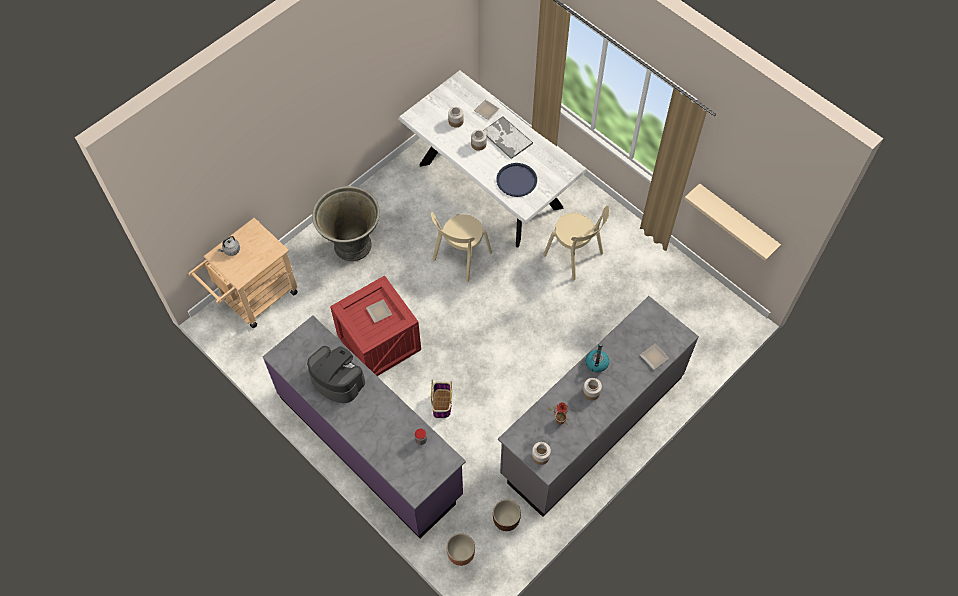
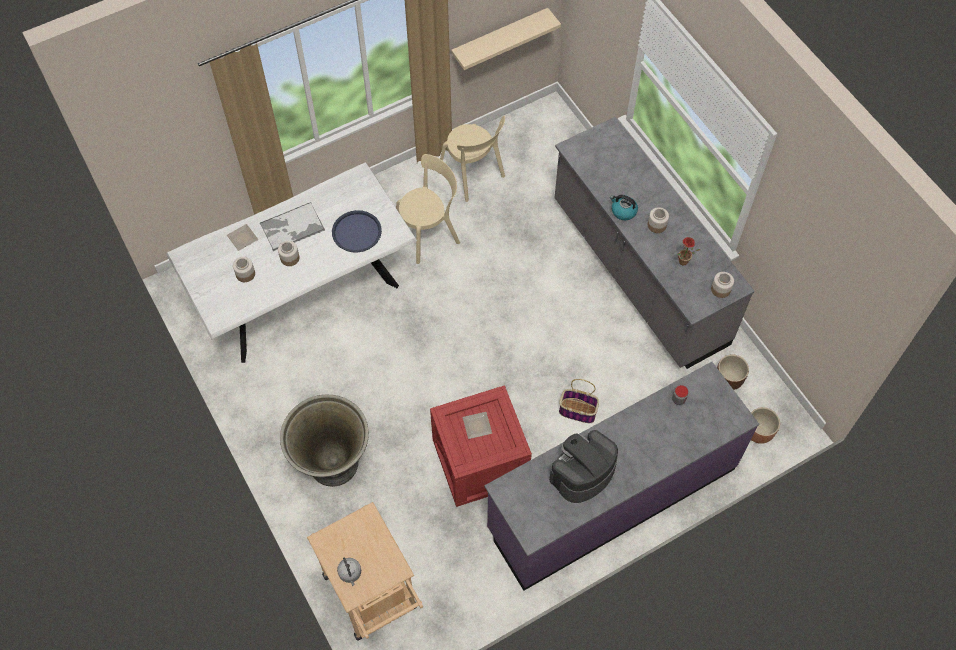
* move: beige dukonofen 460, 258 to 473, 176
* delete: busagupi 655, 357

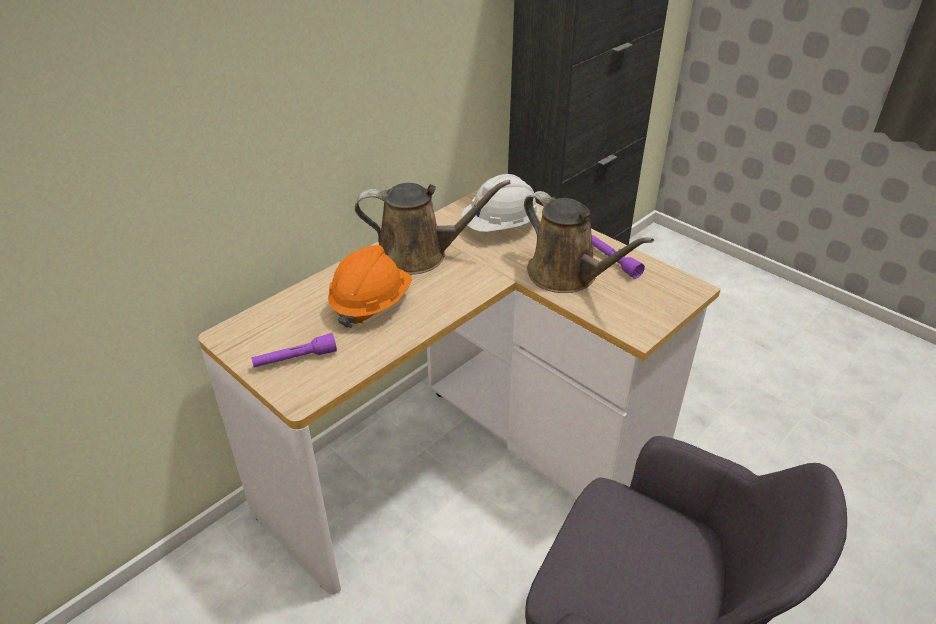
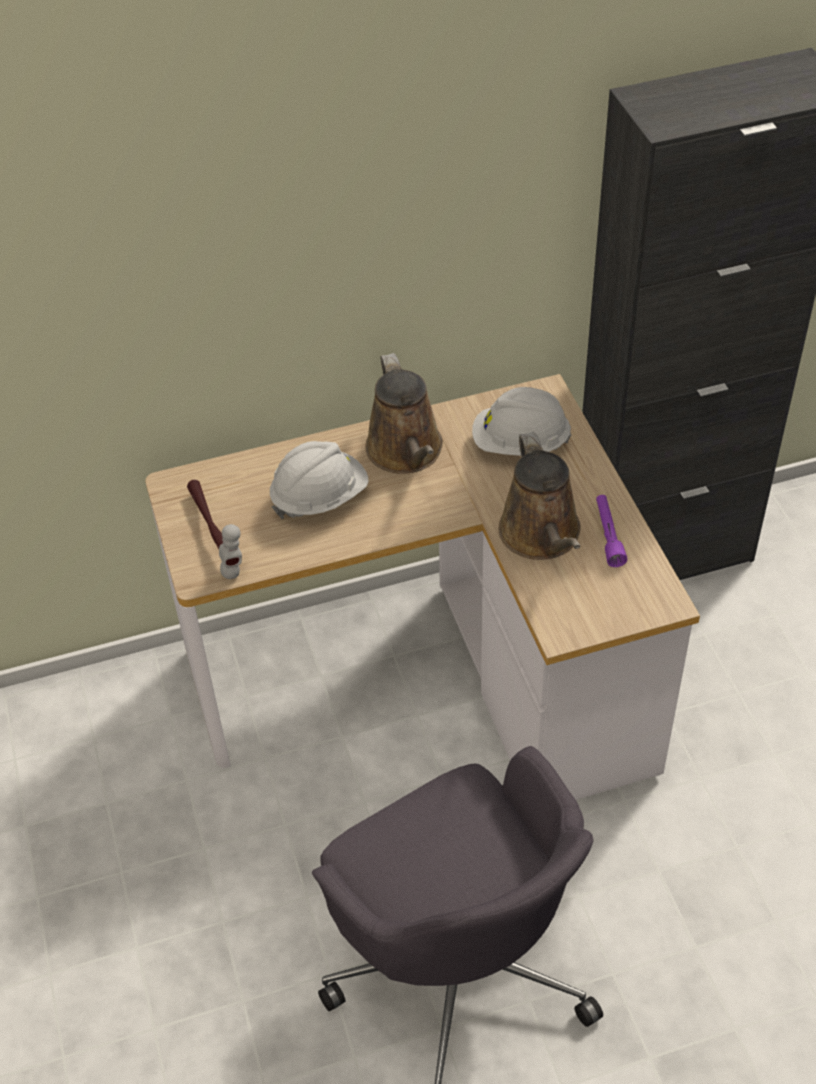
* replace: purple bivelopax 295, 359 to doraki 215, 534
* recolor: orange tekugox 371, 304 to white tekugox 319, 497
* rotate: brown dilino 419, 255 = 406, 452 45 degrees clockwise

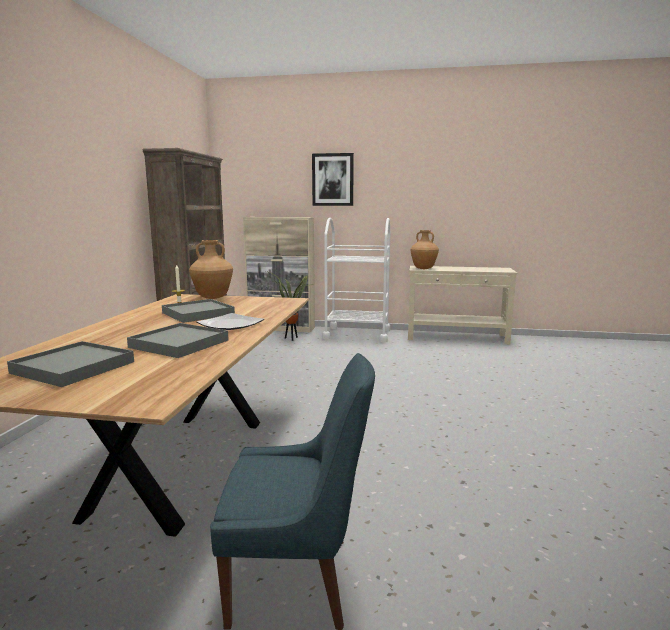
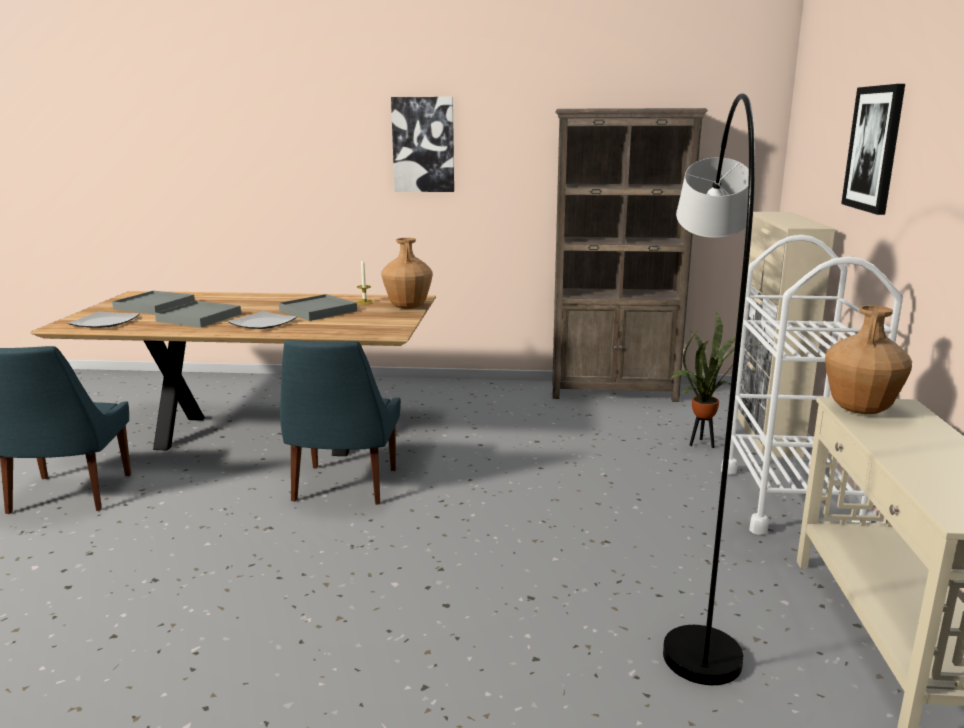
* insert: busagupi 105, 322
* insert: blue dukonofen 344, 487
* insert: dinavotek 423, 145
* insert: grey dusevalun 692, 577

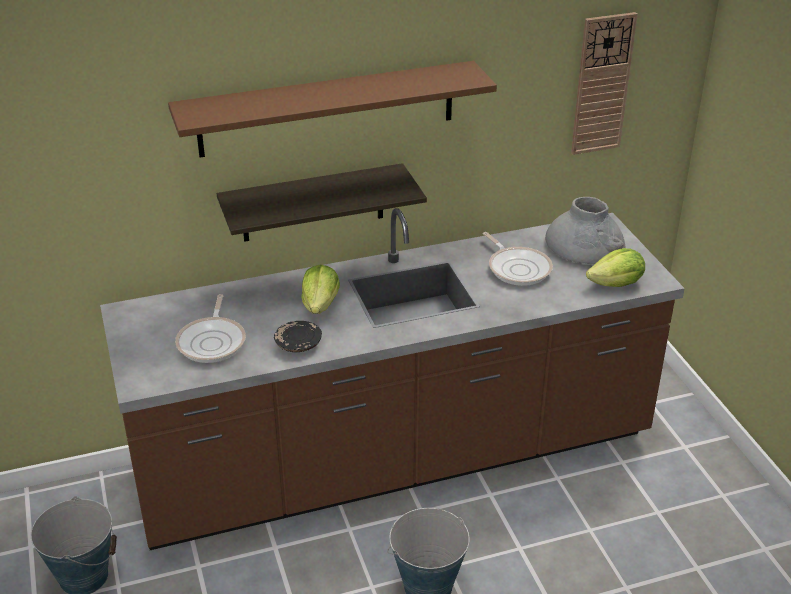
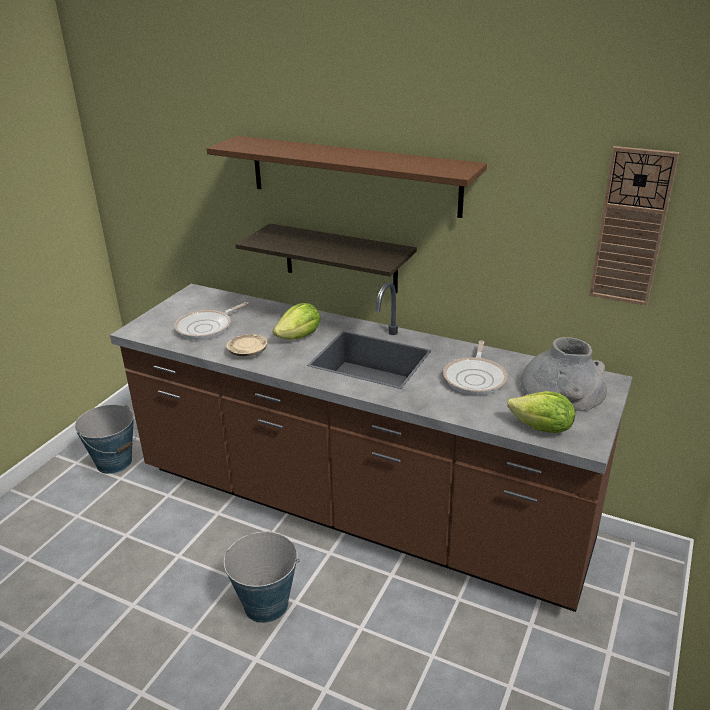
* recolor: black busagupi 298, 344 to beige busagupi 247, 352

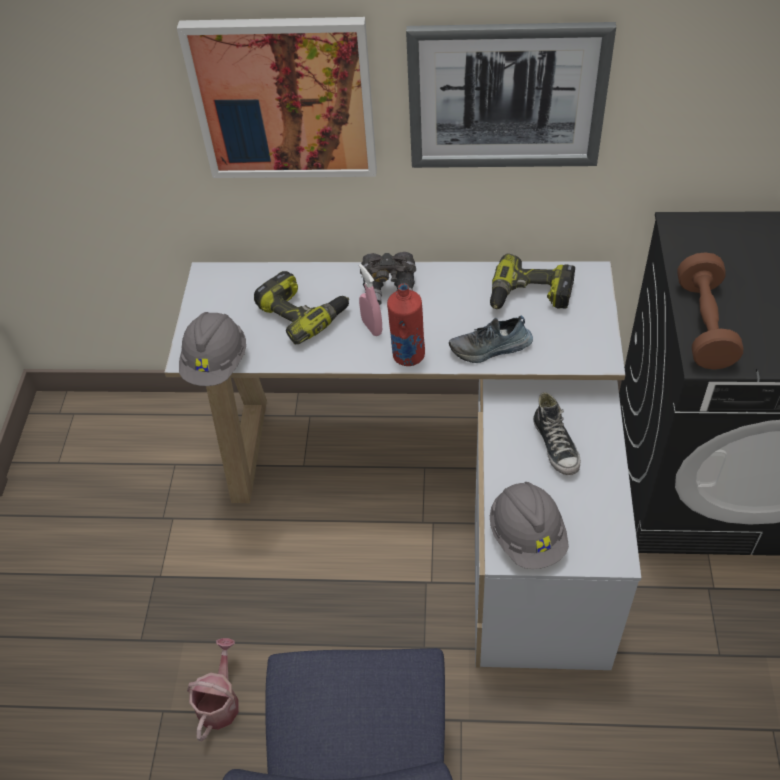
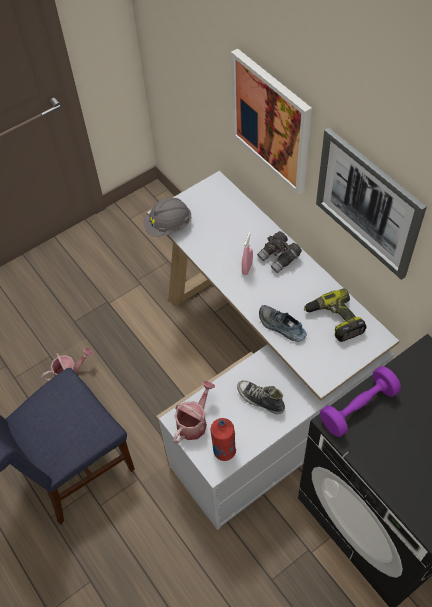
* replace: grey tekugox 527, 536 to dilino 194, 422
* move: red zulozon 408, 355 to 224, 450
* rotate: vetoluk 556, 446 = 260, 399 90 degrees clockwise
* recolor: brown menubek 704, 325 to purple menubek 358, 407
* delete: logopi 303, 313

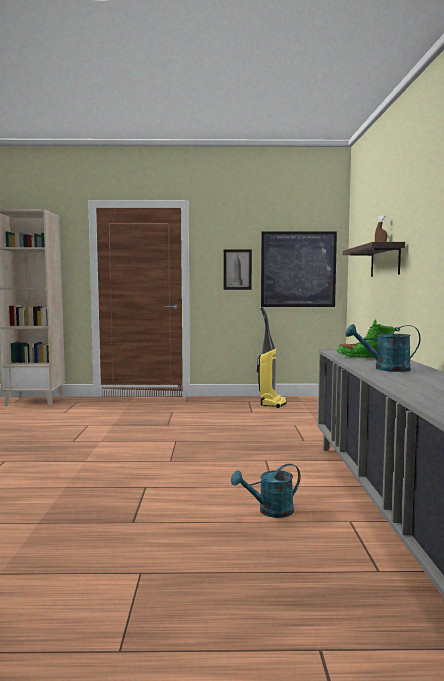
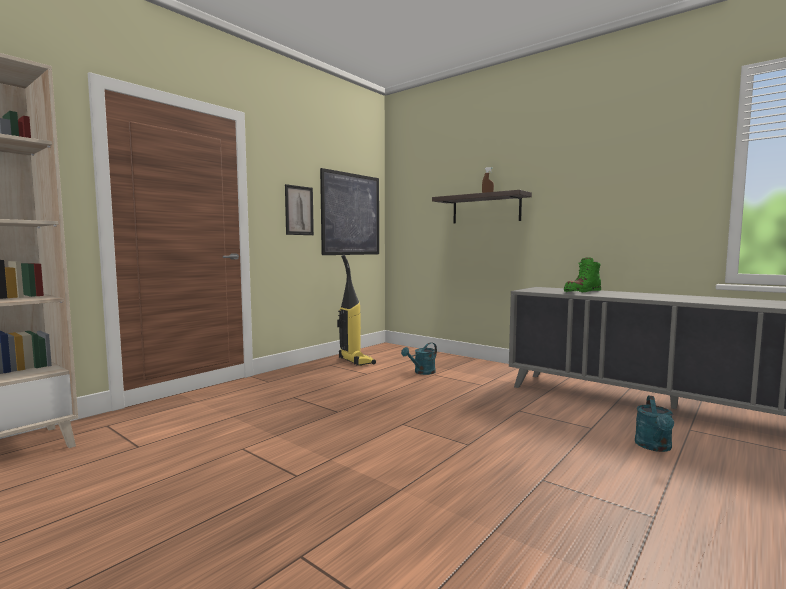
* move: turquoise dilino 385, 369 to 422, 372

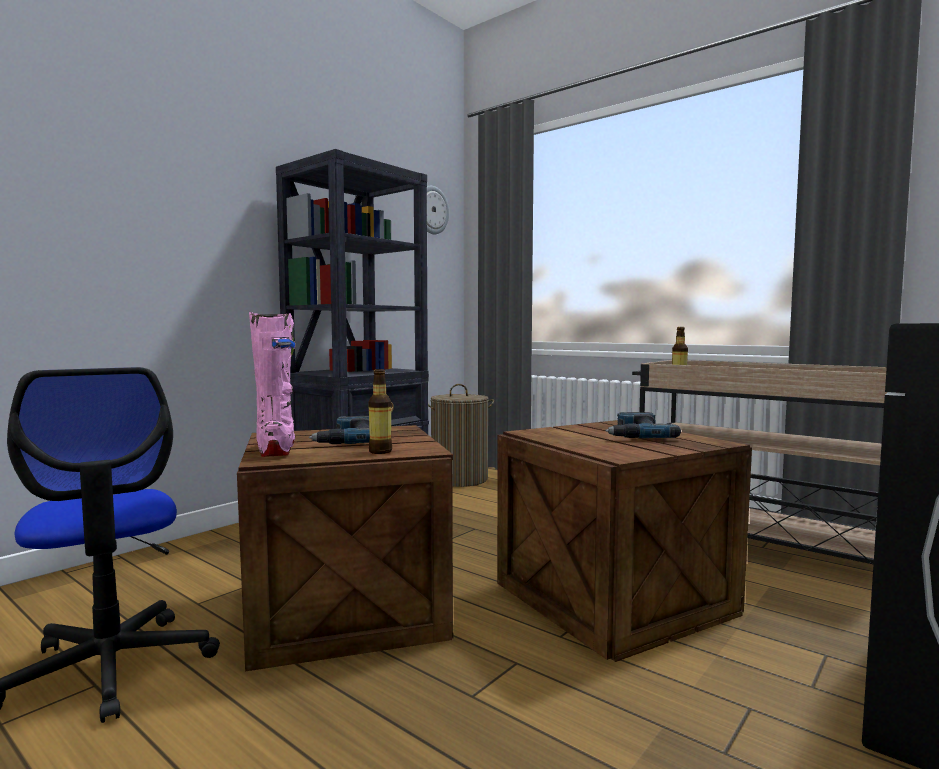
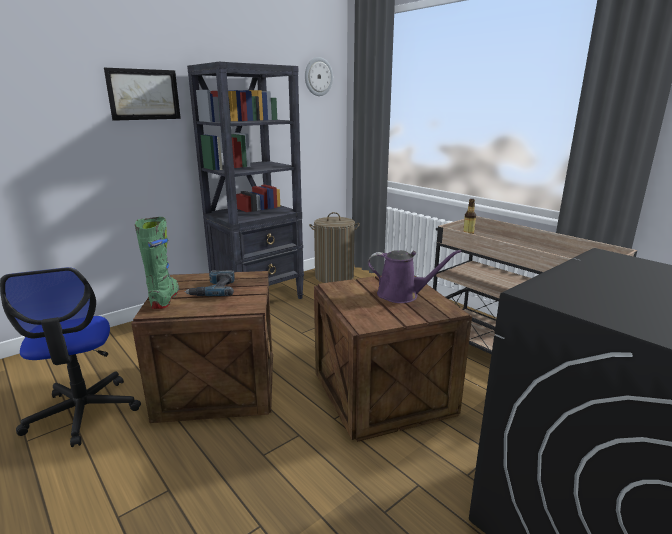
* insert: dinavotek 144, 94
* recolor: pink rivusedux 276, 449 to green rivusedux 165, 298
* replace: logopi 635, 435 to purple dilino 402, 295
* delete: zulozon 380, 451

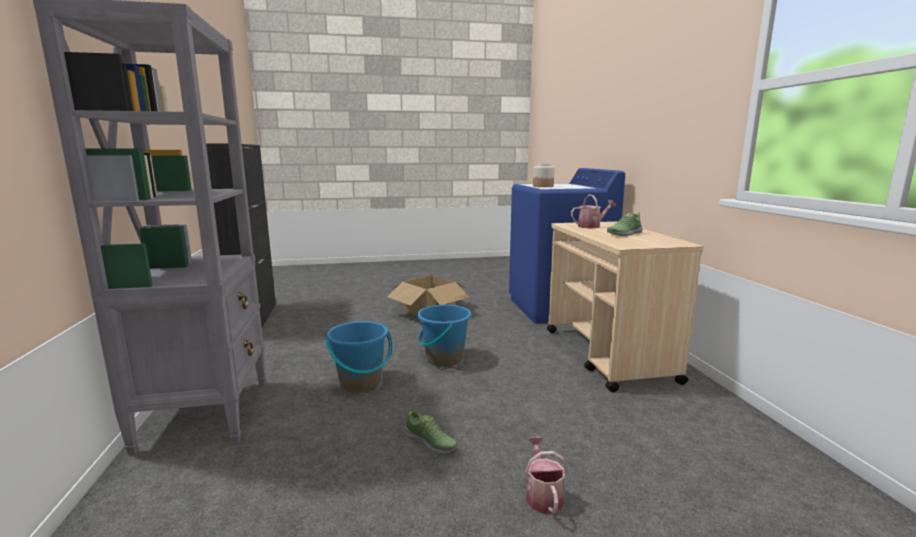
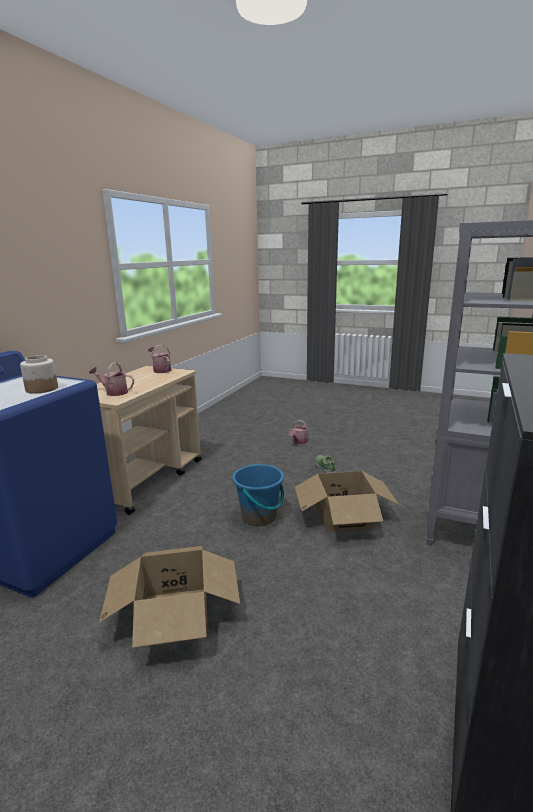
* insert: dilino 161, 370
* replace: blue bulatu 360, 382 to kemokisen 343, 516
* delete: vetoluk 624, 234

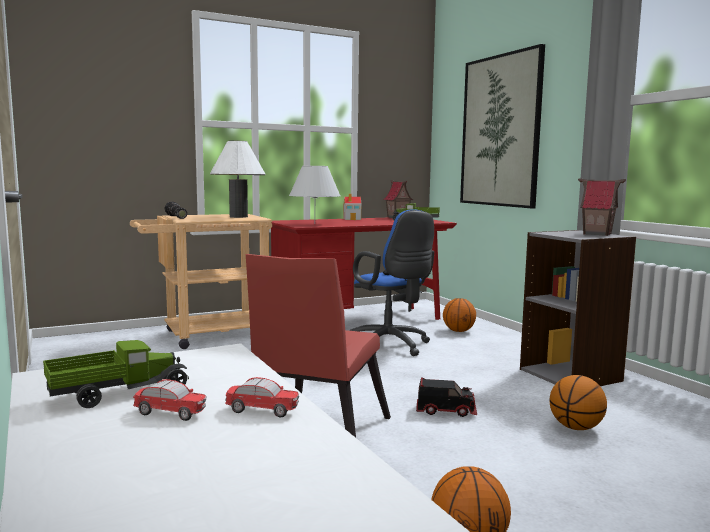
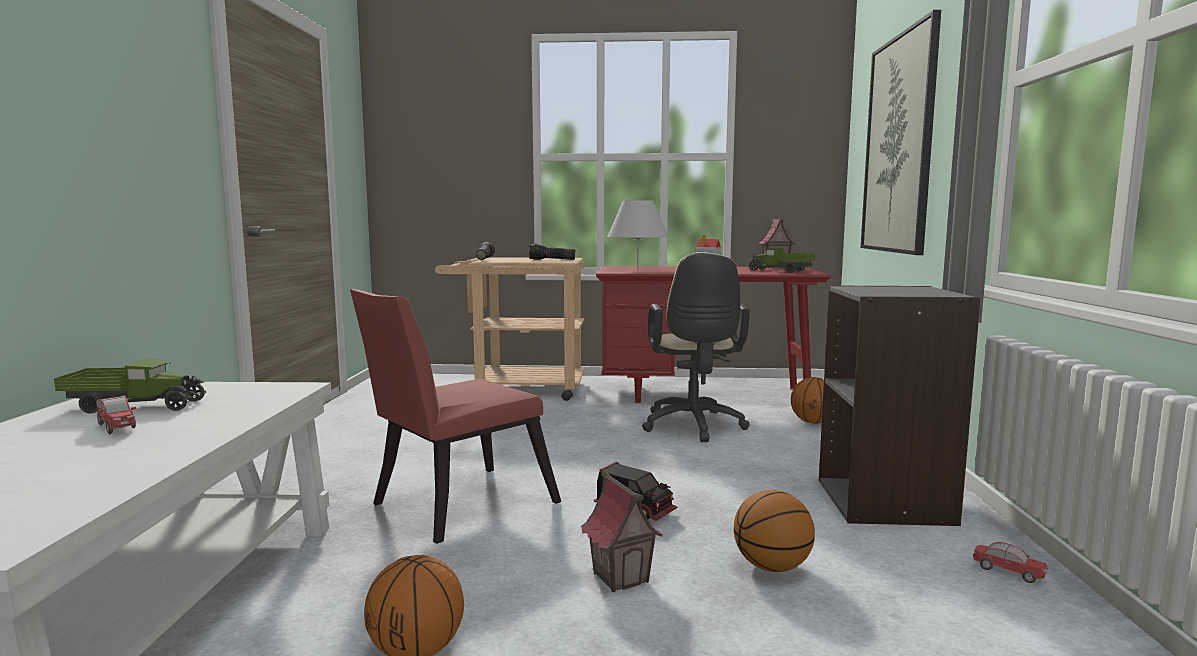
* replace: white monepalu 238, 217 to bivelopax 551, 260
* move: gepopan 597, 234 to 621, 577
* recolor: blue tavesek 391, 346 to beige tavesek 693, 427
* move: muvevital 261, 411 to 1007, 572

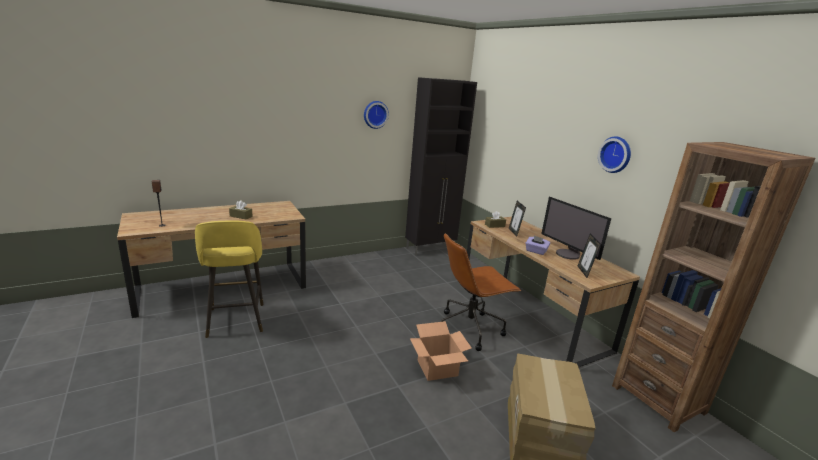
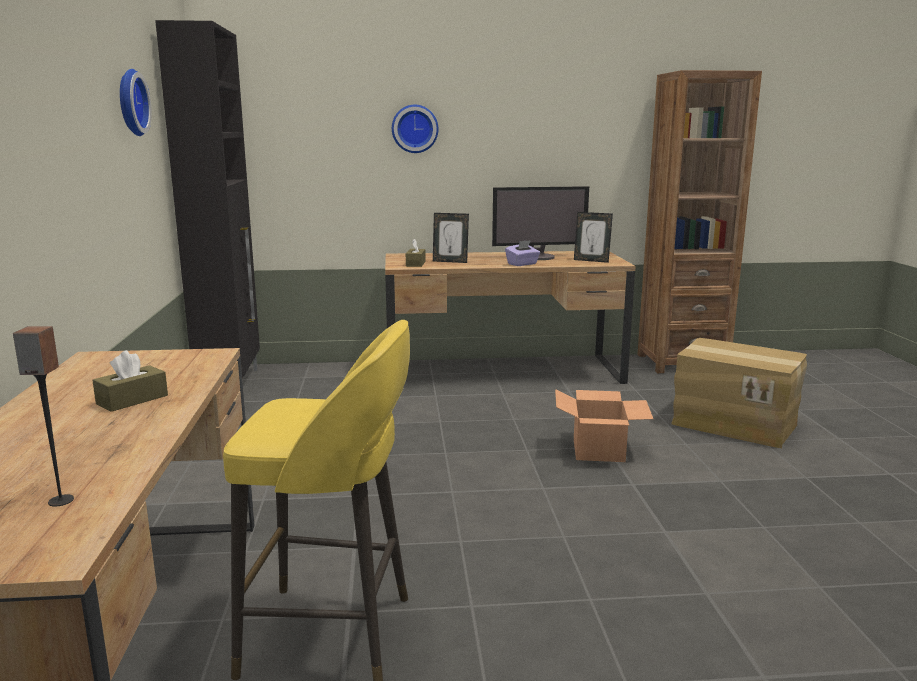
* move: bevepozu 616, 154 to 414, 129
* delete: brown tavesek 470, 328

